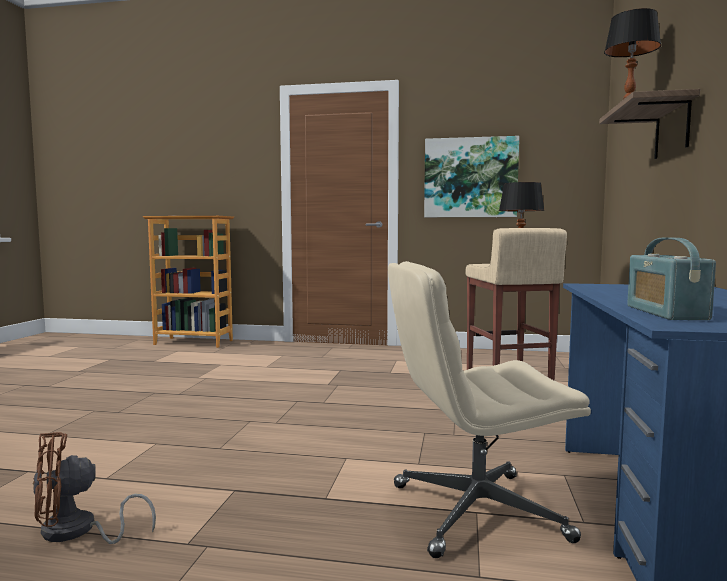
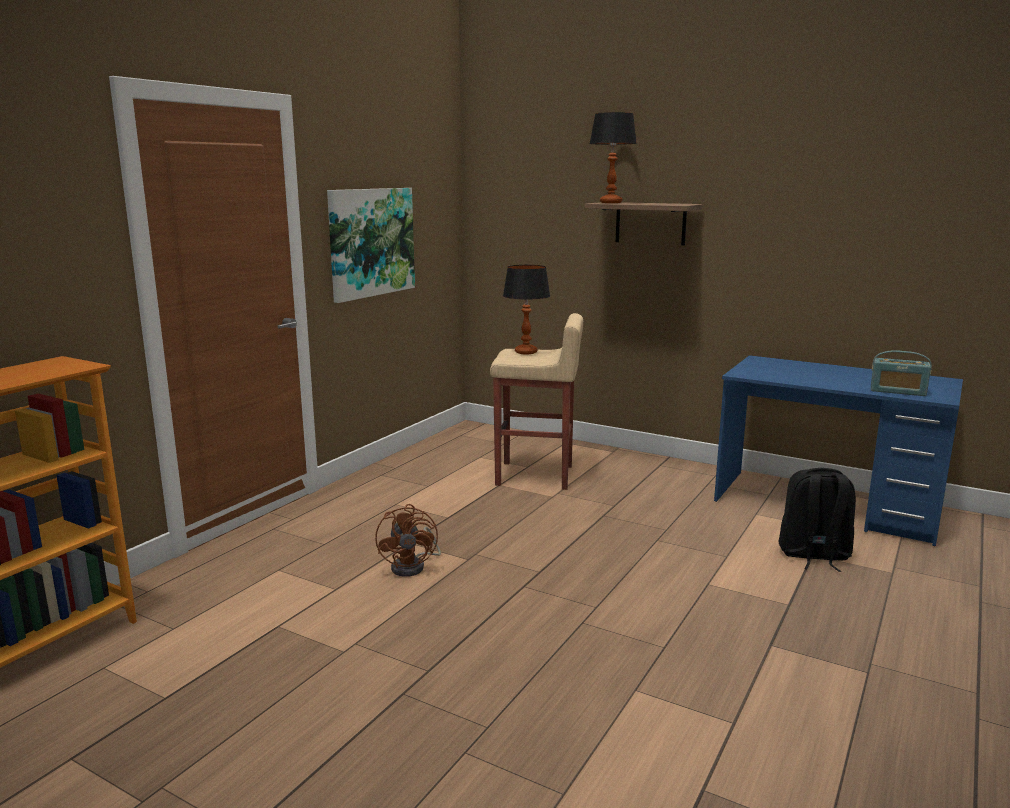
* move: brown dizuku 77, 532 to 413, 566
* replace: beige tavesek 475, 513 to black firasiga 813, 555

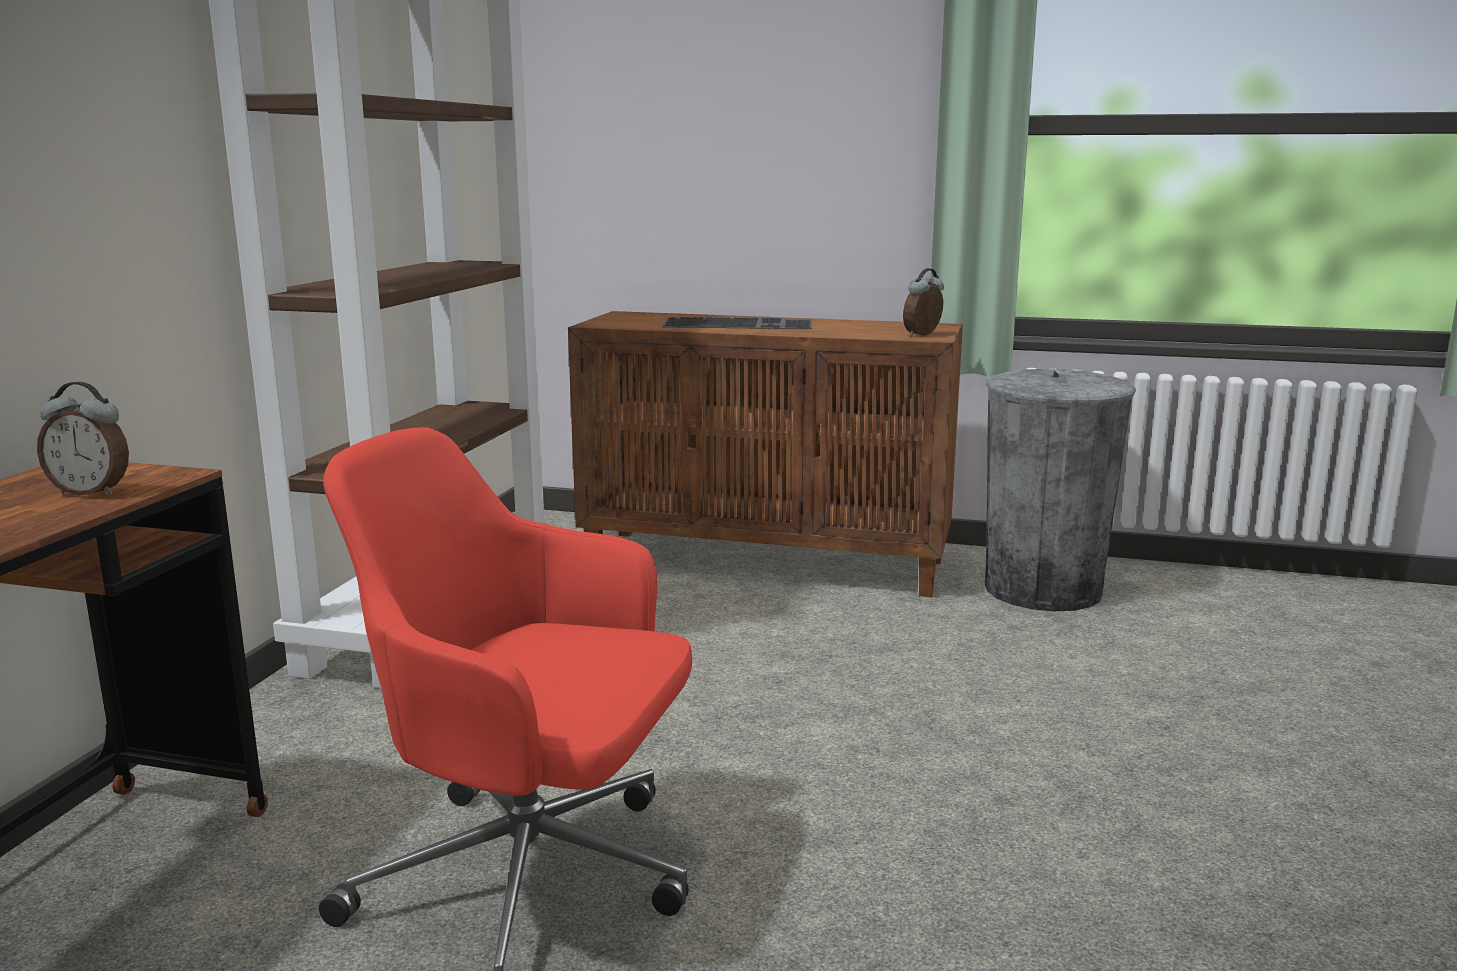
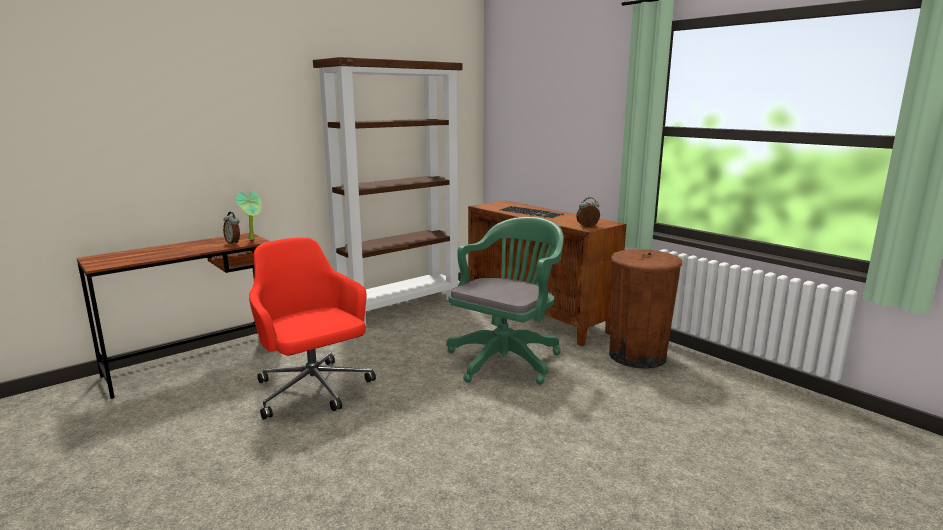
* insert: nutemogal 253, 239
* insert: green tavesek 507, 358
* recolor: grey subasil 1043, 589 to brown subasil 637, 356

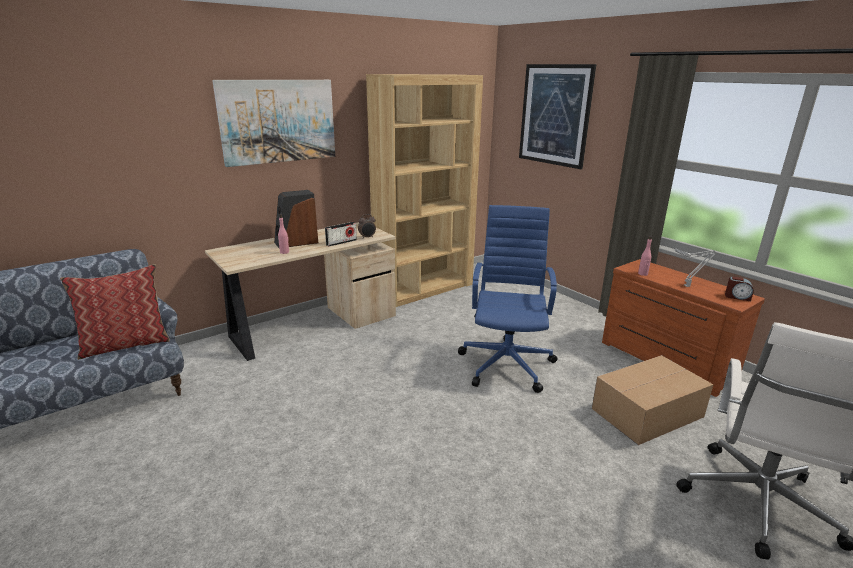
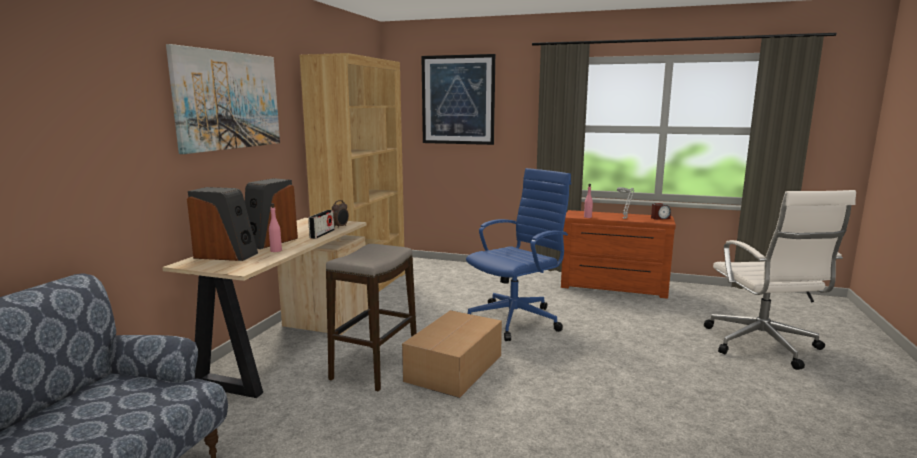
* insert: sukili 226, 255
* insert: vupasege 375, 367
* move: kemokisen 649, 412 to 455, 367
* rotate: blue tavesek 507, 363 = 516, 320 75 degrees clockwise
* delete: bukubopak 126, 344

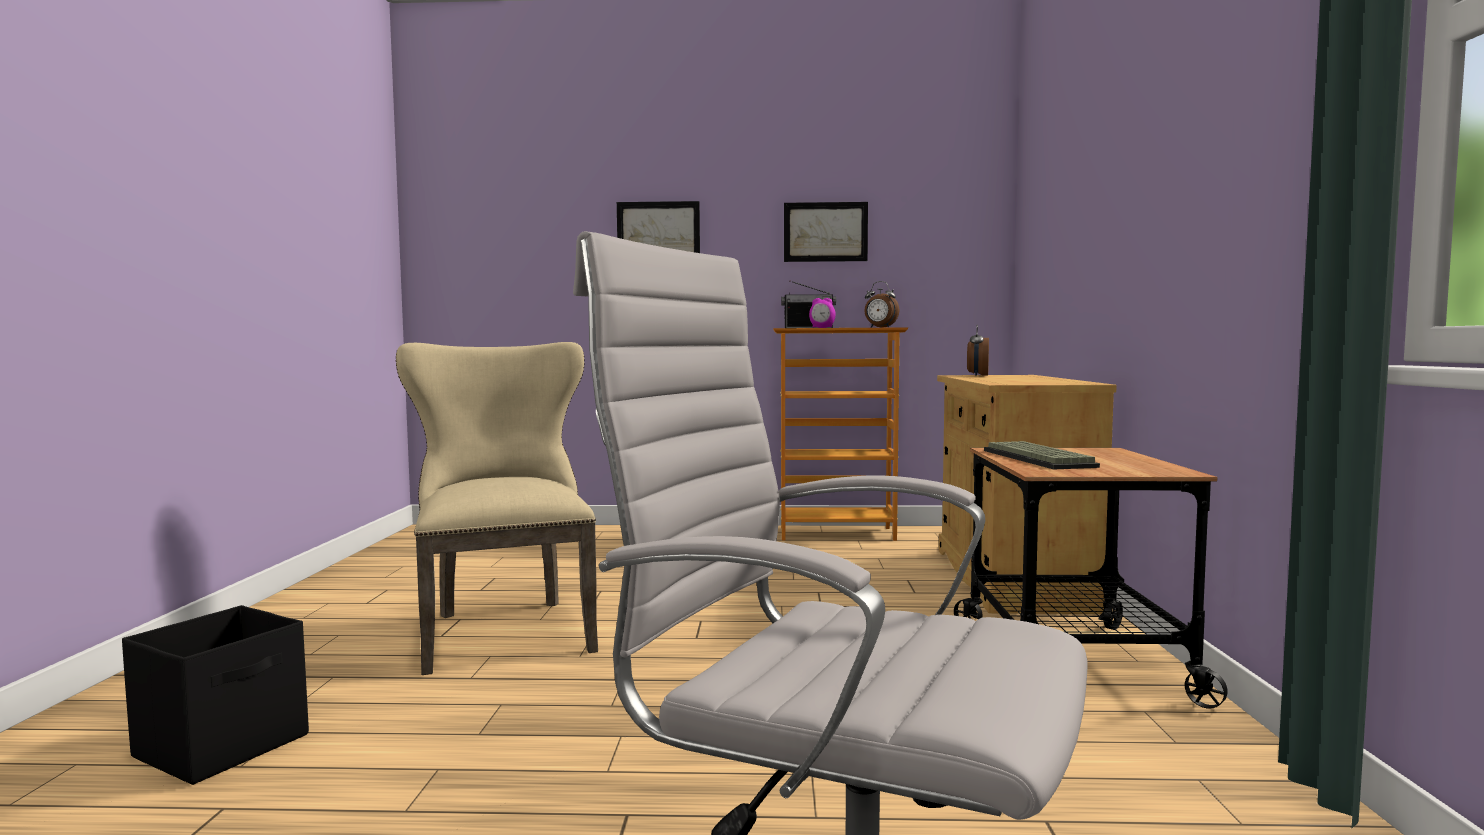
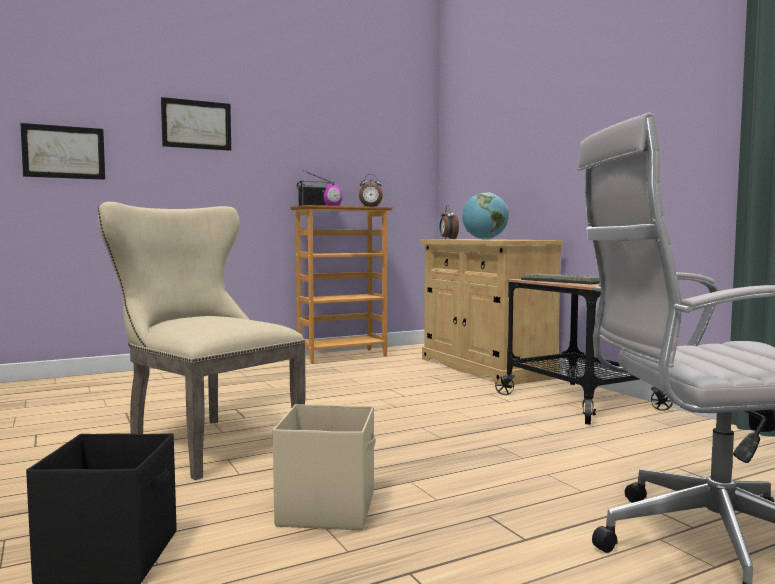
* move: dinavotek 825, 232 to 64, 152
* insert: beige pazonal 328, 508
* insert: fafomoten 484, 239

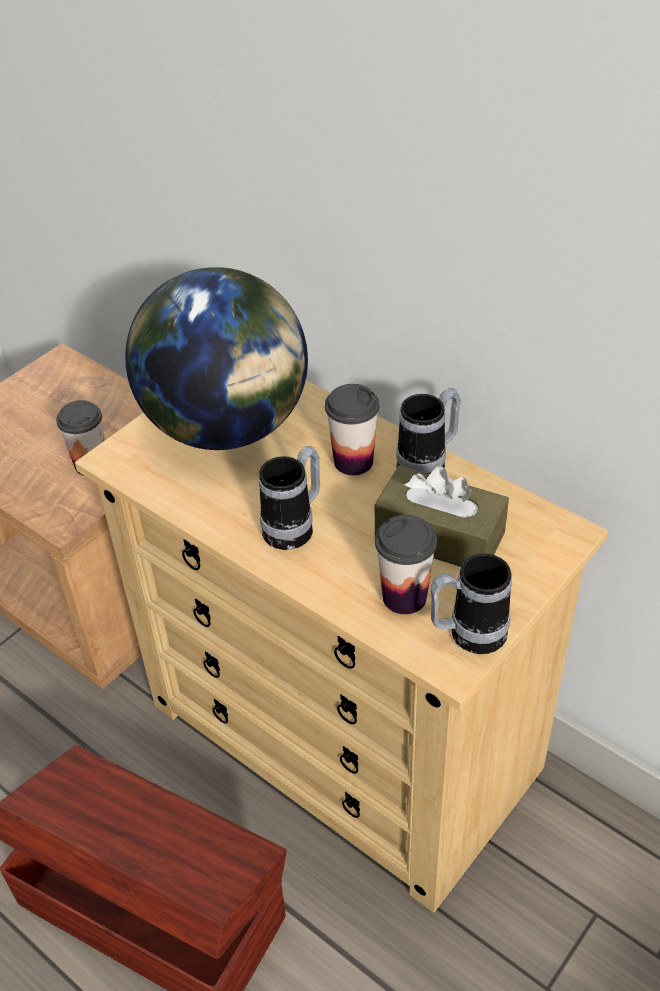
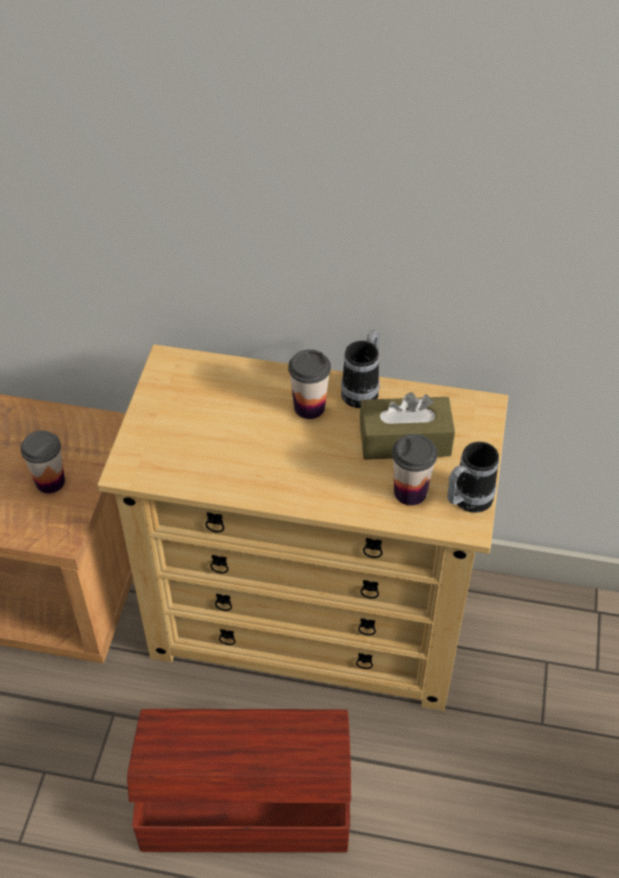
* delete: fafomoten 227, 427
* delete: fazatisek 295, 526

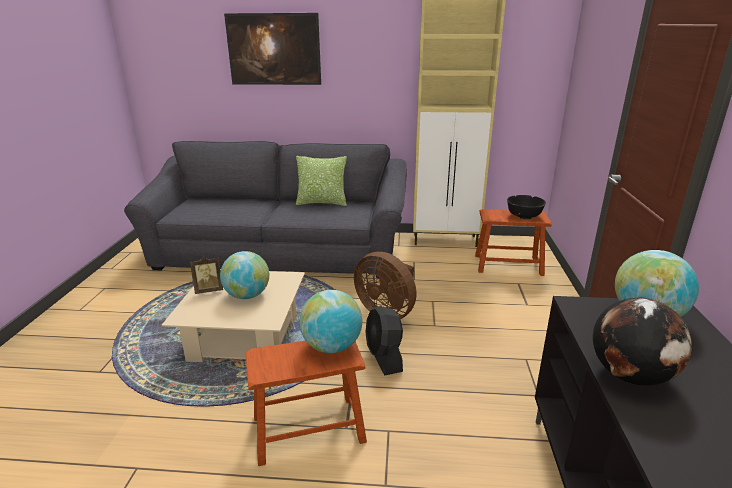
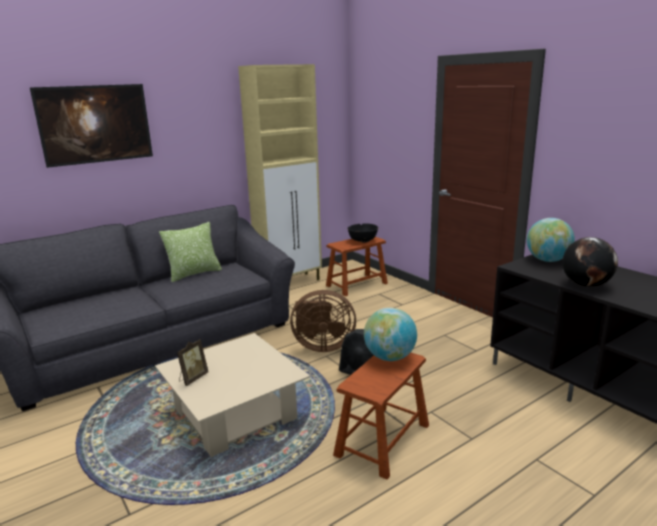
* delete: fafomoten 247, 295

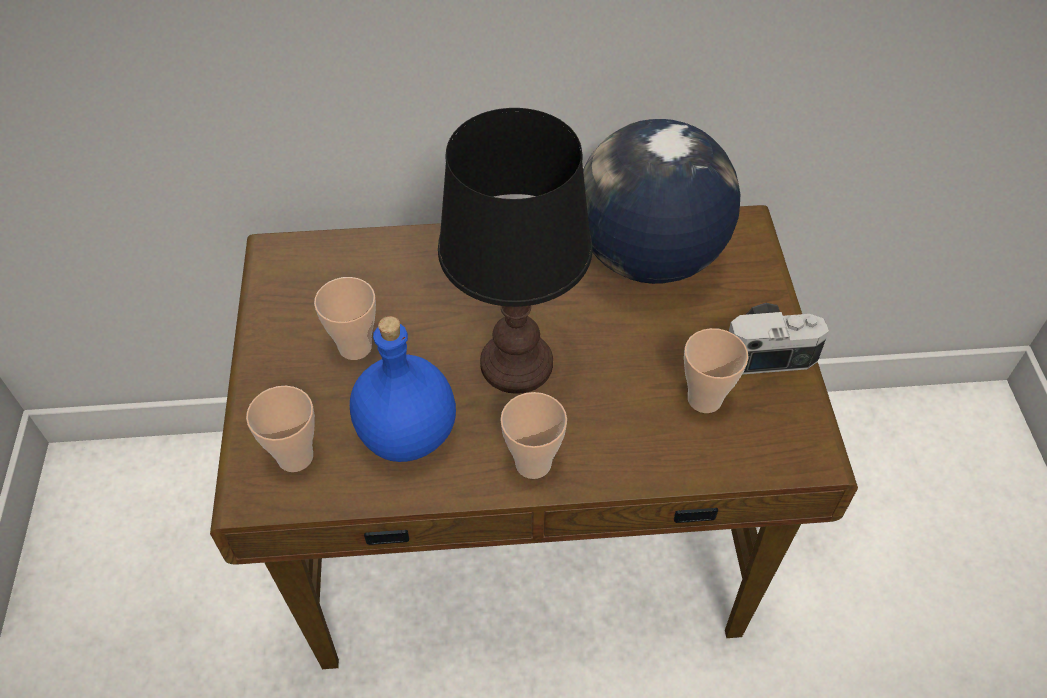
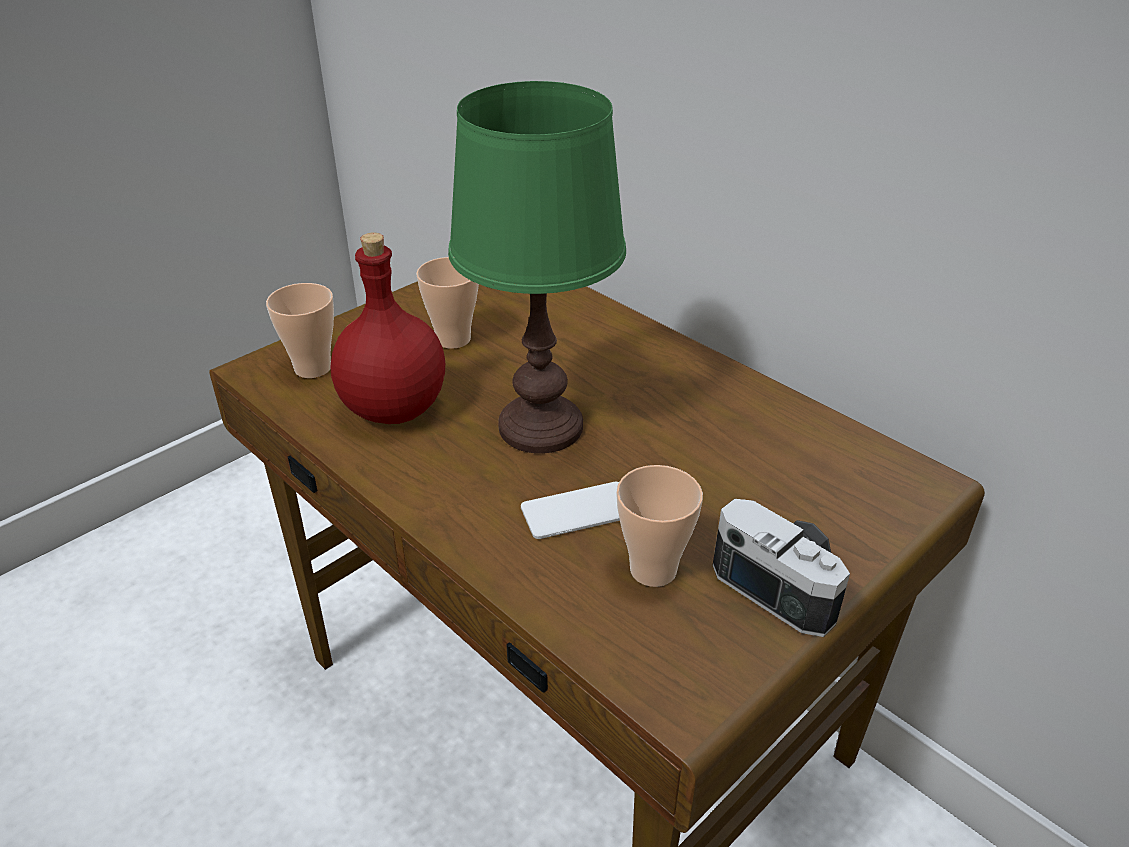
* recolor: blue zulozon 409, 434 to red zulozon 395, 409
* recolor: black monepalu 517, 363 to green monepalu 542, 426
* insert: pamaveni 578, 512
* delete: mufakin 533, 463
* delete: fafomoten 648, 258

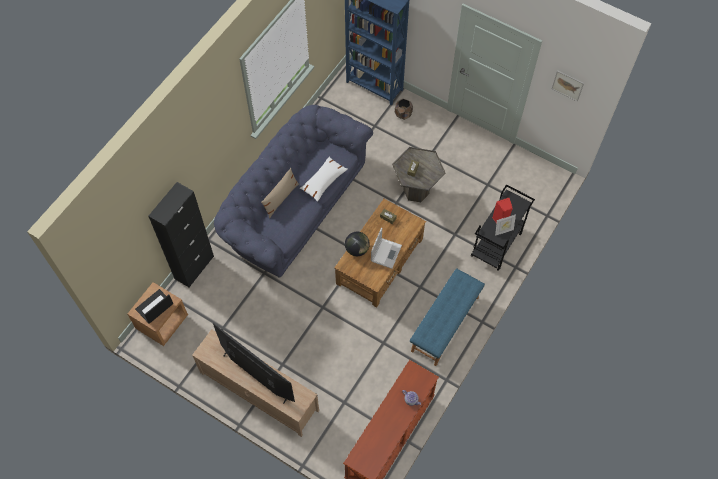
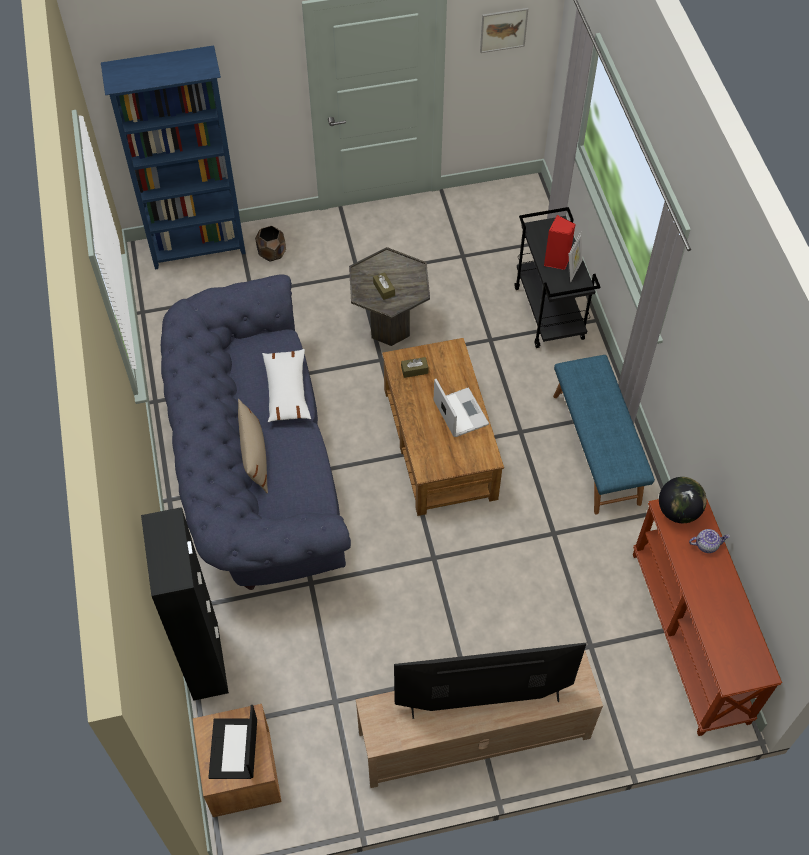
* move: fafomoten 357, 249 to 678, 511

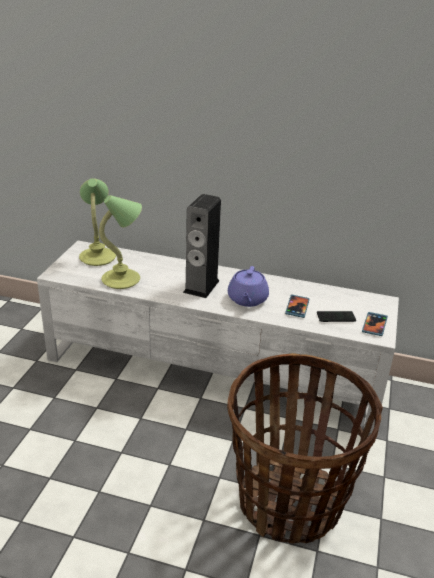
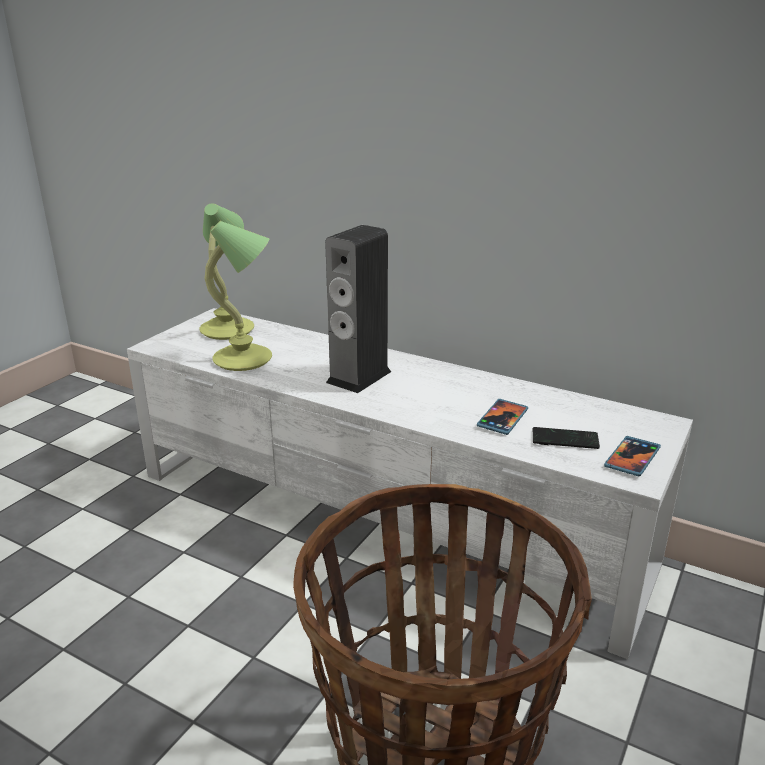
* delete: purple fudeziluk 247, 299

